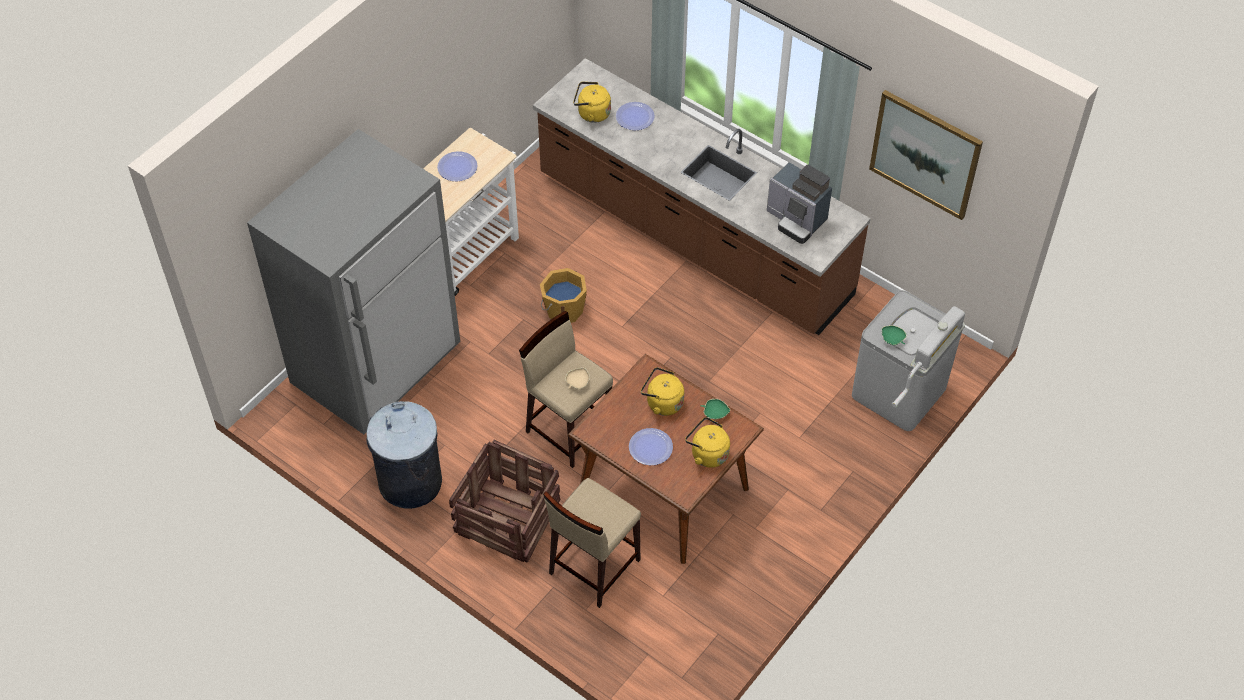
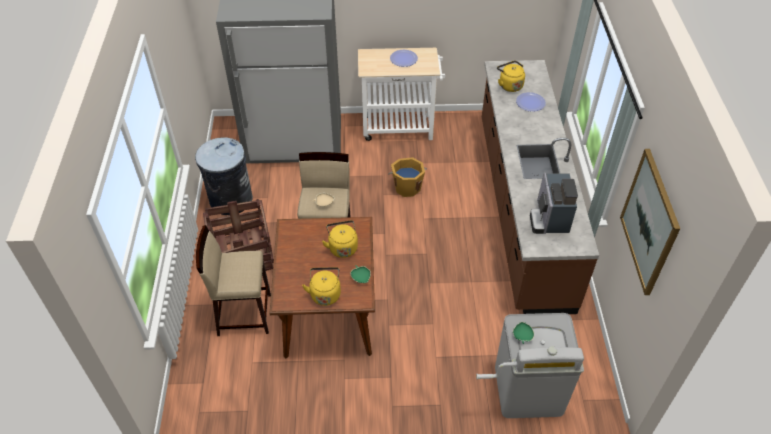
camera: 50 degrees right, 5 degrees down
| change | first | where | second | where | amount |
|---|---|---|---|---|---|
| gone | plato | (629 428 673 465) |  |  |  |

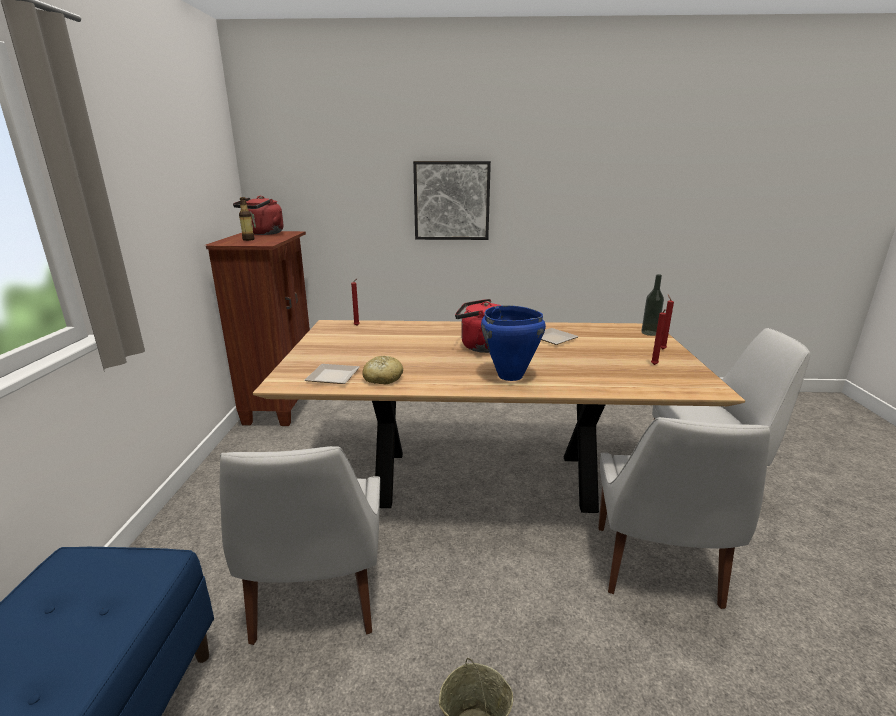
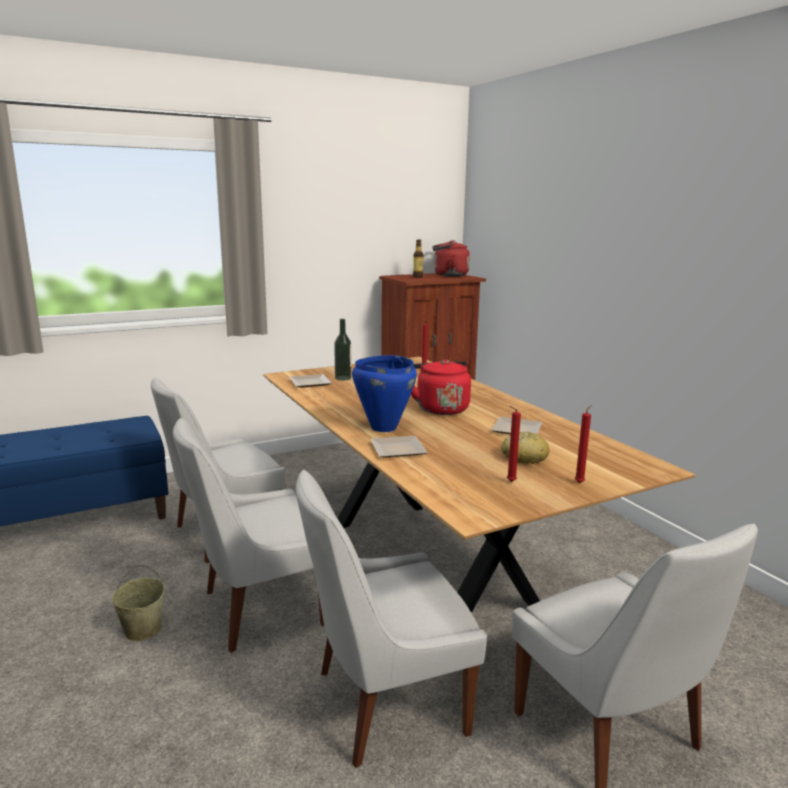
camera: 60 degrees right, 5 degrees down
| change | first | where | second | where | amount |
|---|---|---|---|---|---|
| gone | cuadro | (413 161 491 240) |  |  |  |
| shifted | botella | (641 274 664 336) |  | (334 319 351 381) |  |
| shifted | pan | (362 356 403 384) |  | (501 432 549 464) |  |
| new |  |  | silla [blanco] | (173 418 324 653) |  |
| new |  |  | plato | (371 436 428 457) |  |

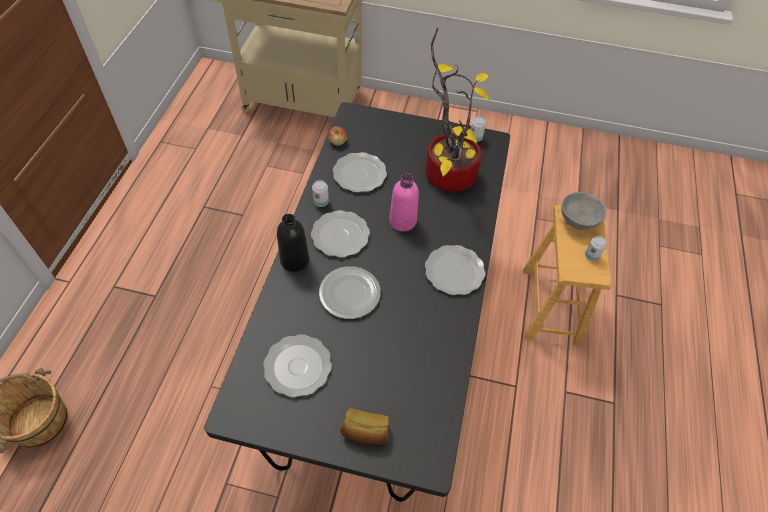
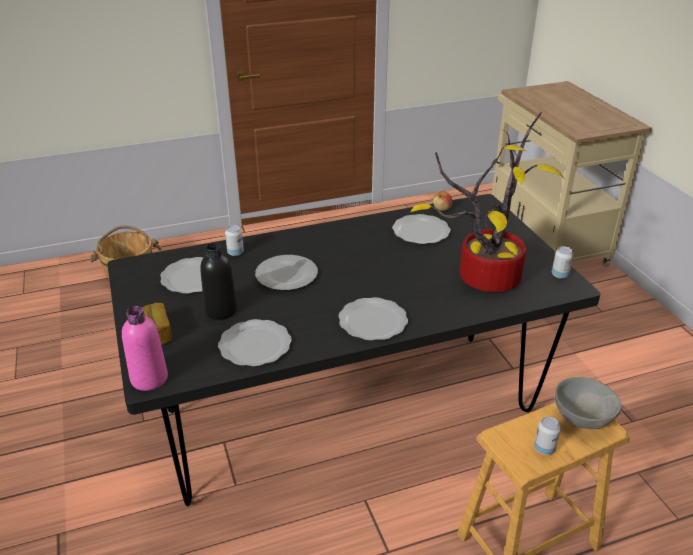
camera: 60 degrees right, 20 degrees down
| change | first | where | second | where | amount |
|---|---|---|---|---|---|
| shifted | botella [rosa] | (389 173 419 231) |  | (122 306 168 391) |  |
| shifted | lata | (312 180 329 207) |  | (225 225 244 256) |  |
| shifted | plato | (311 210 370 257) |  | (218 319 292 367) |  |
| shifted | botella [negro] | (277 214 309 272) |  | (200 243 237 320) |  |

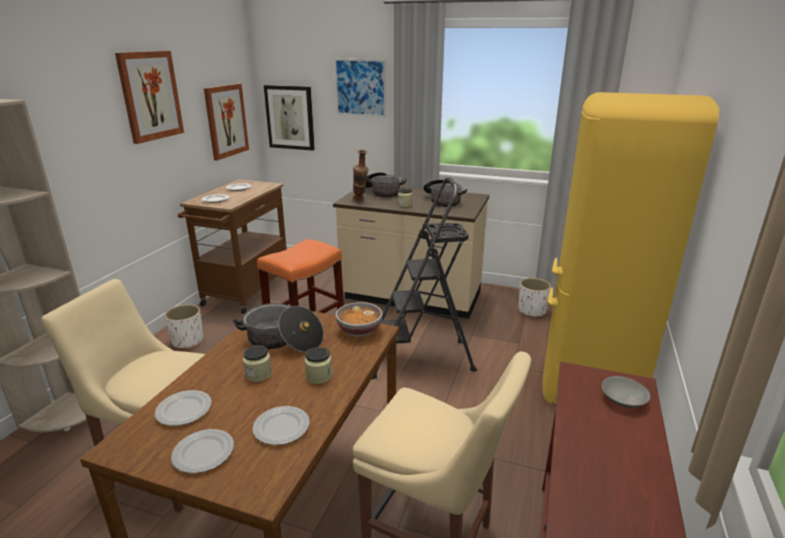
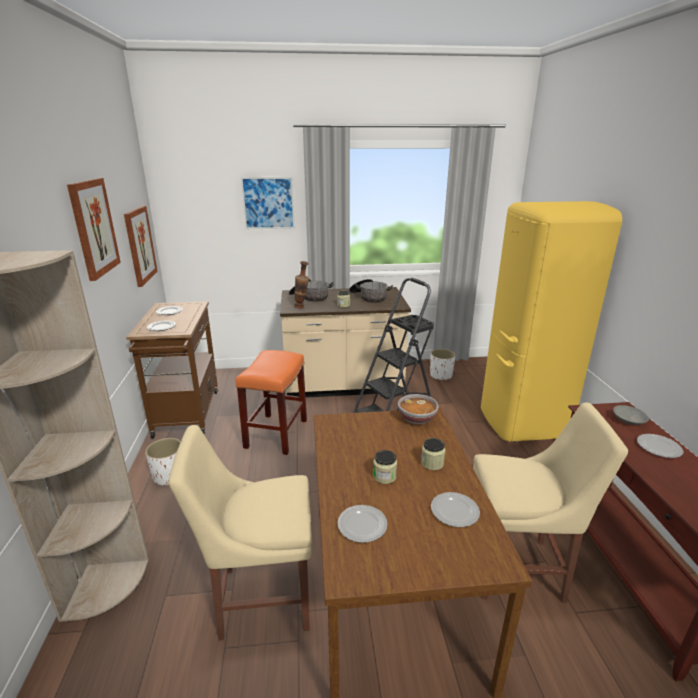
camera: 25 degrees left, 0 degrees up
| change | first | where | second | where | amount |
|---|---|---|---|---|---|
| gone | cuadro | (264 85 315 150) |  |  |  |
| gone | olla | (233 303 324 352) |  |  |  |
| shifted | plato | (171 429 234 473) |  | (637 434 684 458) |  |

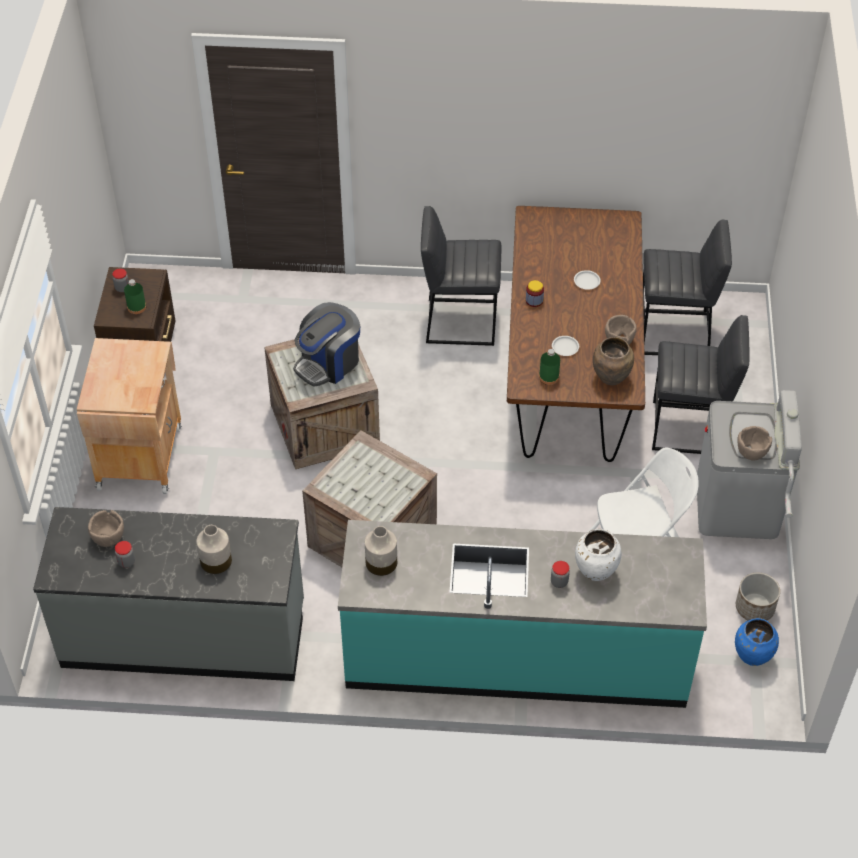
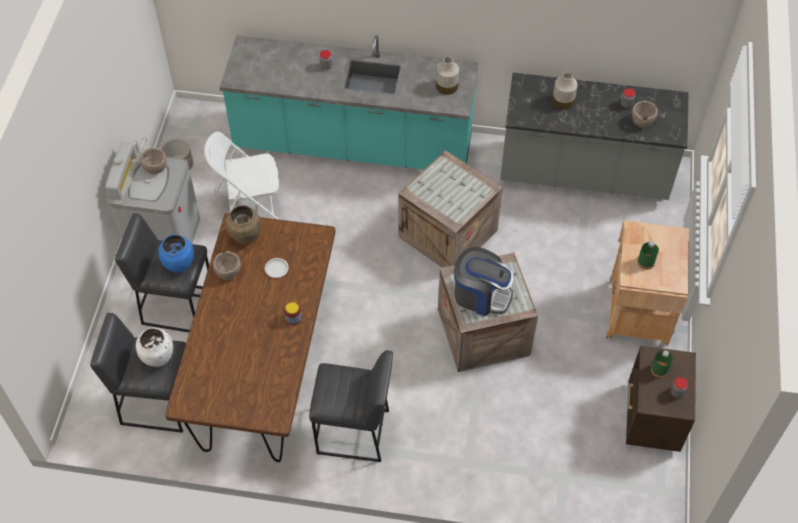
camera: 175 degrees left, 5 degrees up
| change | first | where | second | where | amount |
|---|---|---|---|---|---|
| gone | plato [blanco] | (574 270 601 290) |  |  |  |
| rotated | cafetera | (293 302 360 387) |  | (454 247 514 316) | 60 degrees clockwise |
| shifted | botella [verde] | (539 349 560 385) |  | (637 241 659 270) |  |
| shifted | florero [blanco] | (575 529 621 581) |  | (136 328 173 367) |  |
| shifted | florero [azul] | (735 618 779 666) |  | (158 234 194 273) |  |

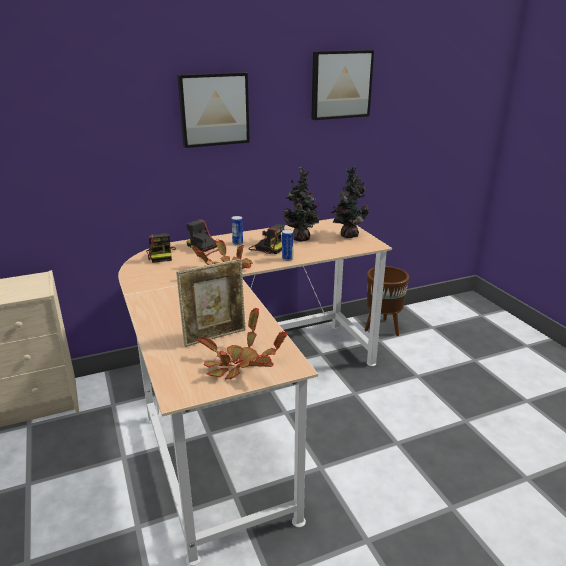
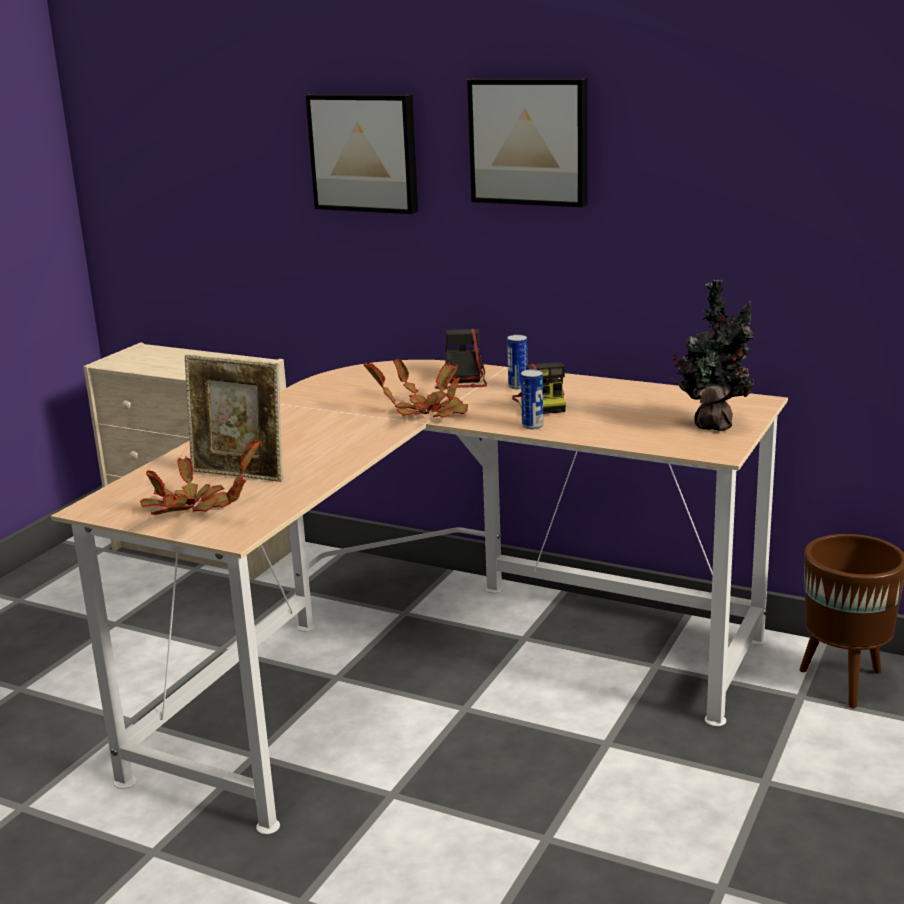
camera: 50 degrees right, 5 degrees down
| change | first | where | second | where | amount |
|---|---|---|---|---|---|
| shifted | cuadro | (311 50 374 120) |  | (306 94 418 214) |  |
| gone | planta en maceta | (283 167 322 242) |  |  |  |
| gone | cámara | (146 233 176 263) |  |  |  |

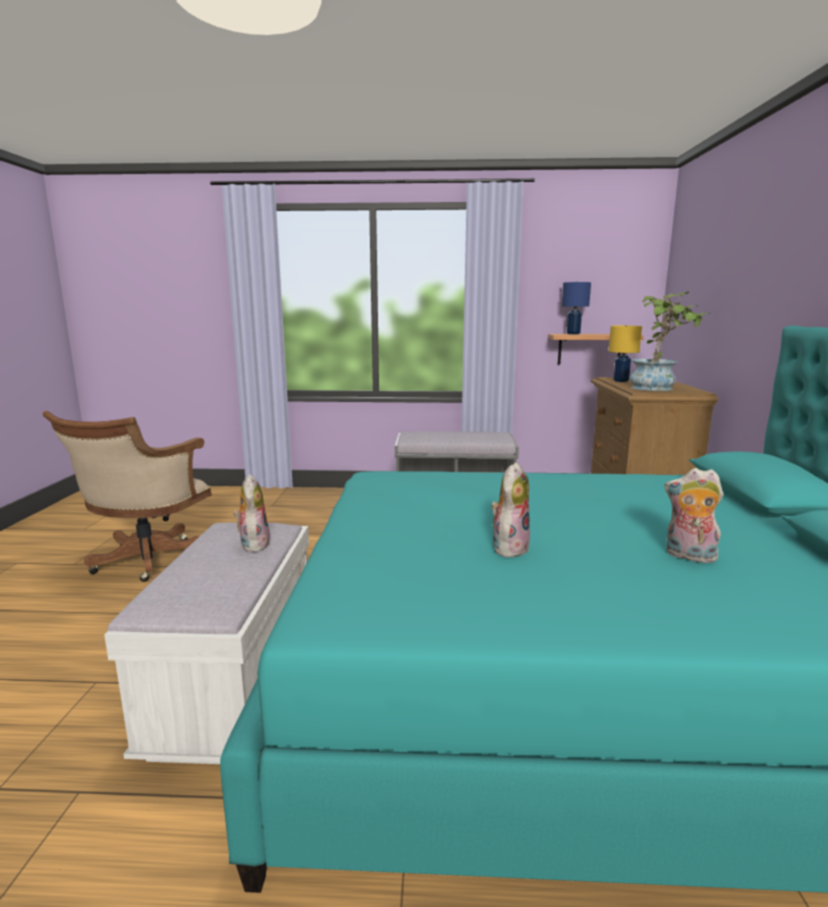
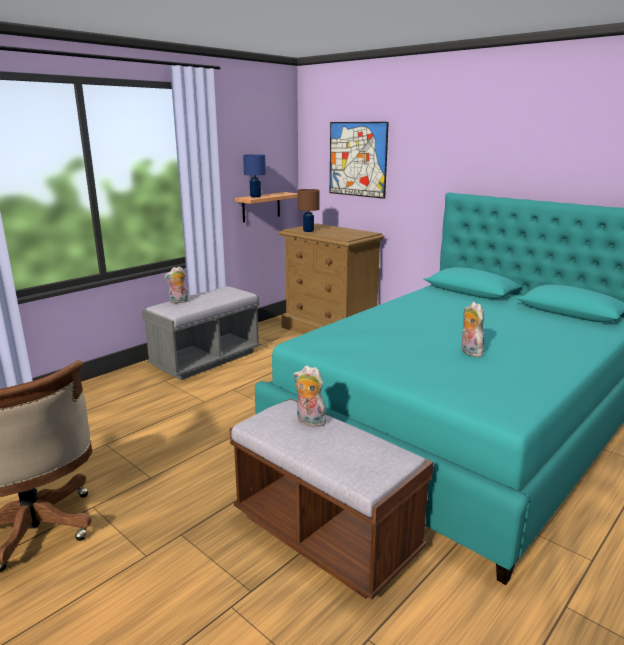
camera: 50 degrees left, 5 degrees up
| change | first | where | second | where | amount |
|---|---|---|---|---|---|
| gone | planta en maceta | (630 292 711 391) |  |  |  |
| repainted | lámpara de mesa [amarillo] | (608 325 642 382) | lámpara de mesa [marrón] | (298 189 320 232) |  |
| shifted | peluche | (664 468 724 563) |  | (164 266 189 304) |  |
| repainted | banco [blanco] | (104 523 309 764) | banco [marrón] | (230 398 433 599) |  |
| new |  |  | cuadro | (330 122 389 199) |  |

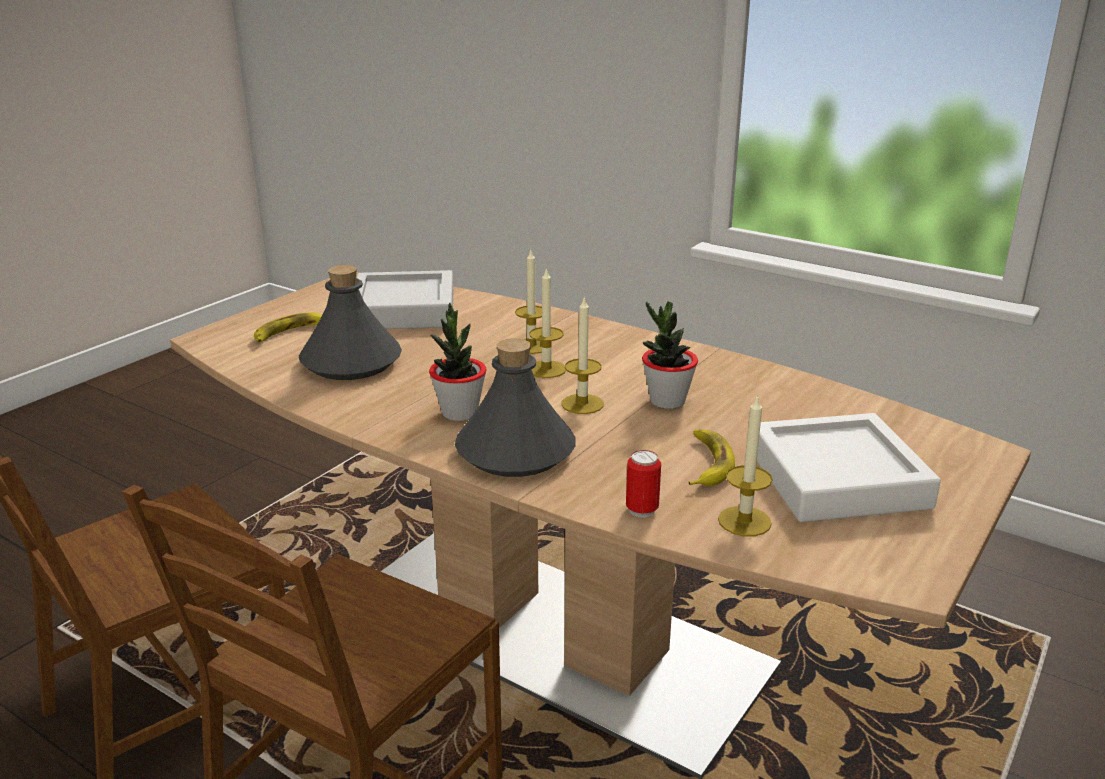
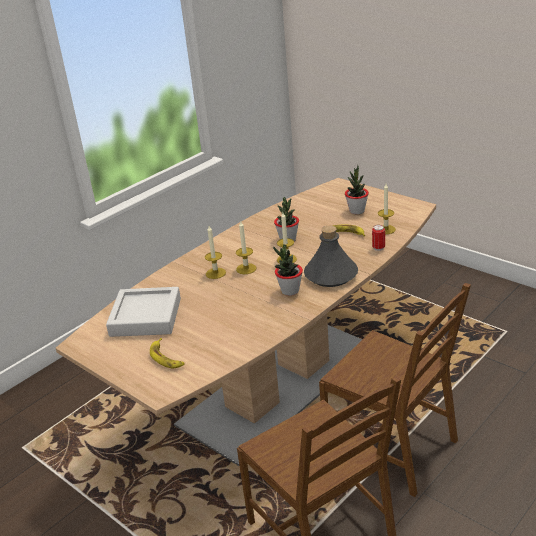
camera: 80 degrees left, 5 degrees up
| change | first | where | second | where | amount |
|---|---|---|---|---|---|
| gone | botella [gris] | (299 265 402 380) |  |  |  |
| swapped | bandeja [blanco] | (757 413 941 522) | planta en maceta | (345 165 369 214) |  |

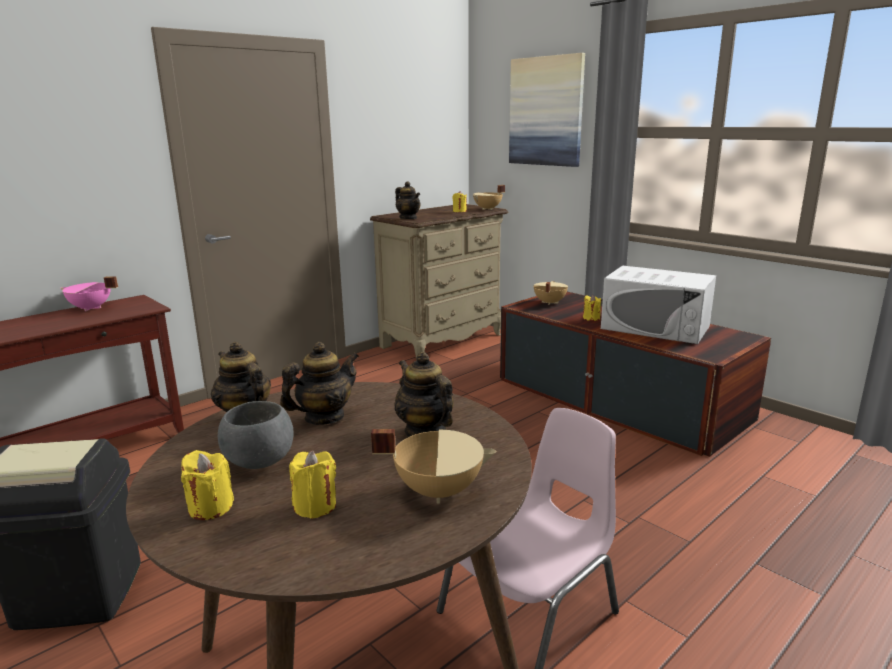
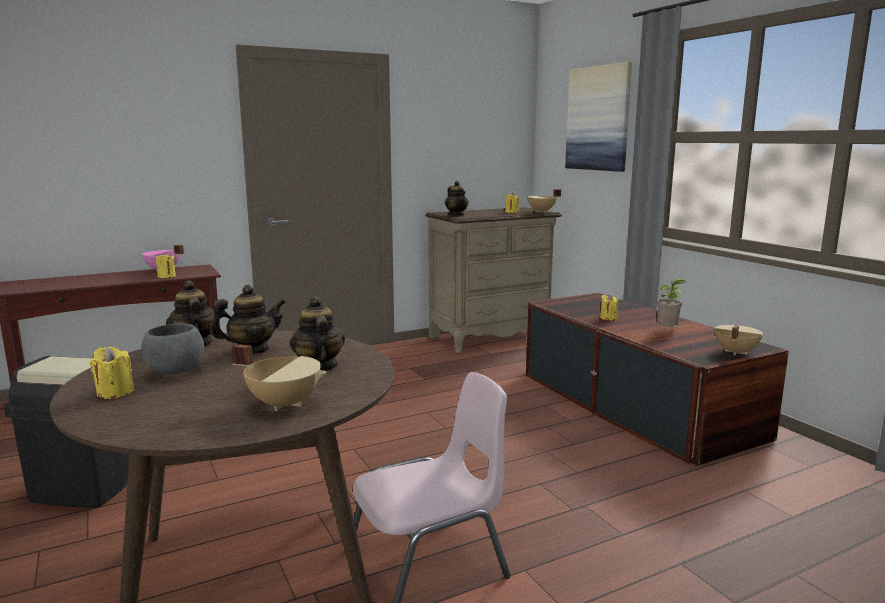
camera: 15 degrees right, 5 degrees down
| change | first | where | second | where | amount |
|---|---|---|---|---|---|
| swapped | microondas [blanco] | (601 266 716 344) | planta en maceta | (657 278 686 329) |  |
| shifted | olla [beis] | (533 281 568 305) |  | (715 324 763 355) |  |
| shifted | vela [amarillo] | (289 451 336 519) |  | (156 252 176 278) |  |

